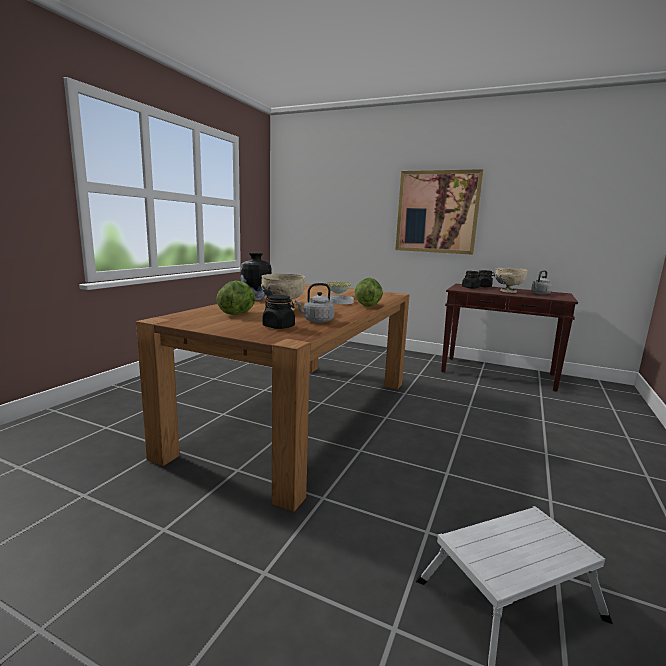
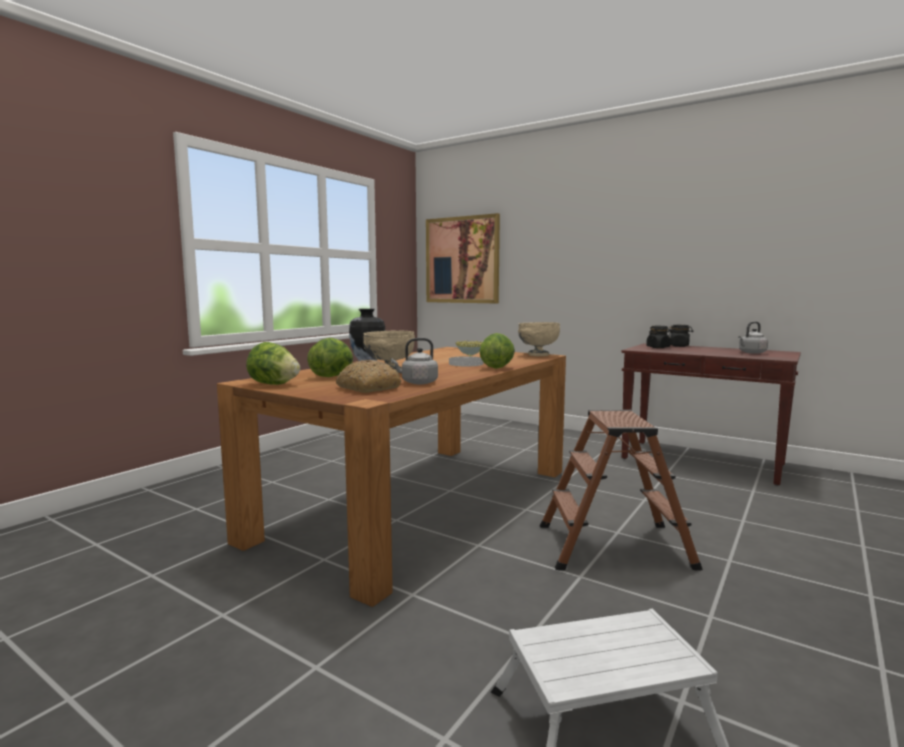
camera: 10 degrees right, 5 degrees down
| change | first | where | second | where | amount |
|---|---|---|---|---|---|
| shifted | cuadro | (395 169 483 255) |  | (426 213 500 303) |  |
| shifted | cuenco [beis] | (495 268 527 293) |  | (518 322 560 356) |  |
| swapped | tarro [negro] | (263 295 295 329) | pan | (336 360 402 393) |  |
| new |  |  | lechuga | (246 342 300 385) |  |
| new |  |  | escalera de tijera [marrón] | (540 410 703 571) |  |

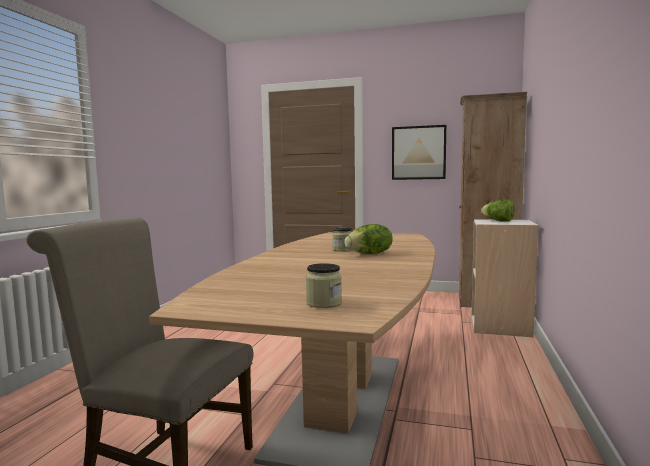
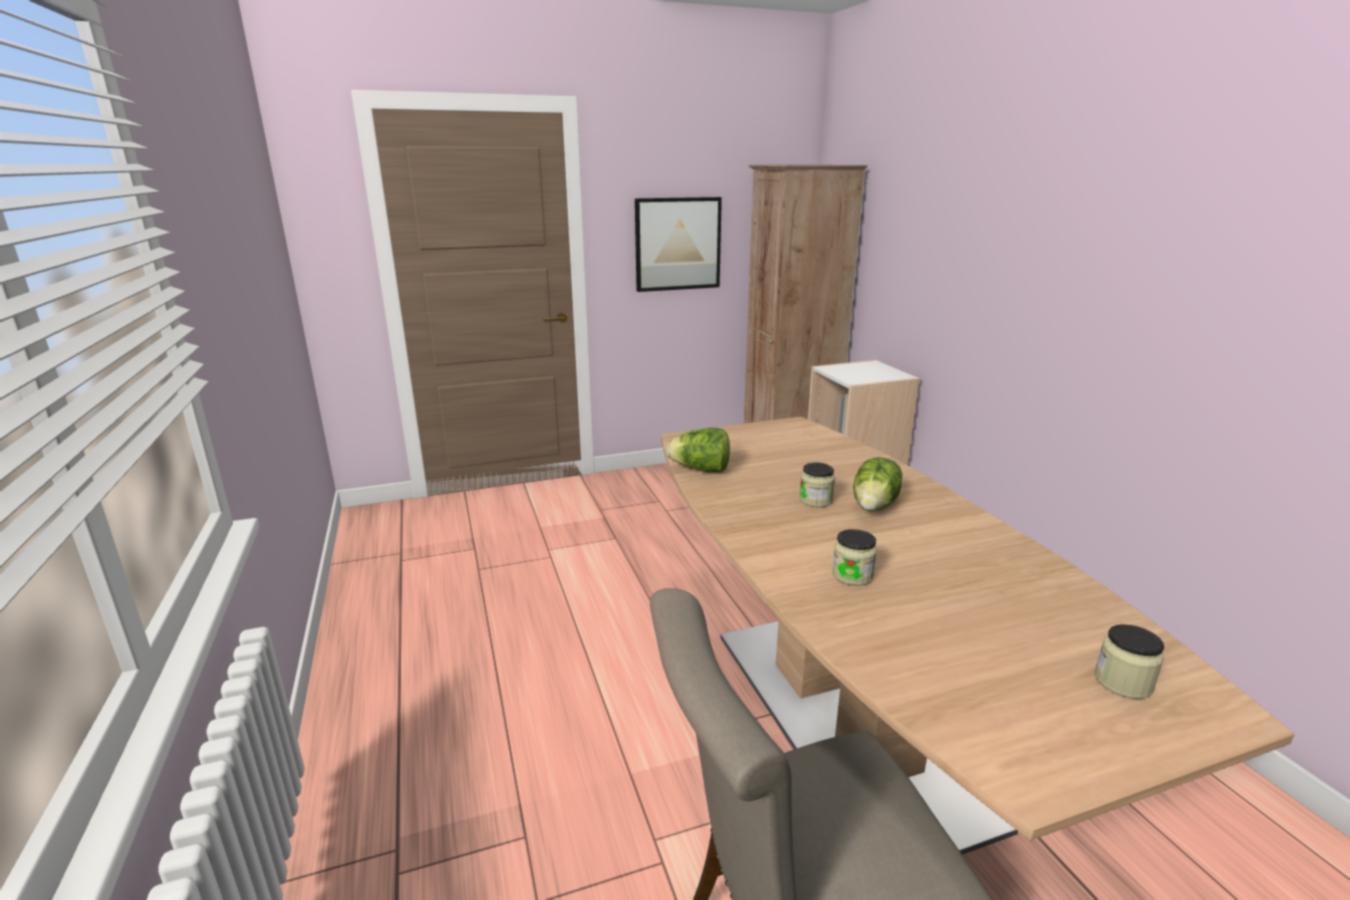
camera: 35 degrees left, 15 degrees up
| change | first | where | second | where | amount |
|---|---|---|---|---|---|
| shifted | lechuga | (481 200 514 222) |  | (667 428 730 473) |  |
| new |  |  | tarro | (832 529 877 586) |  |

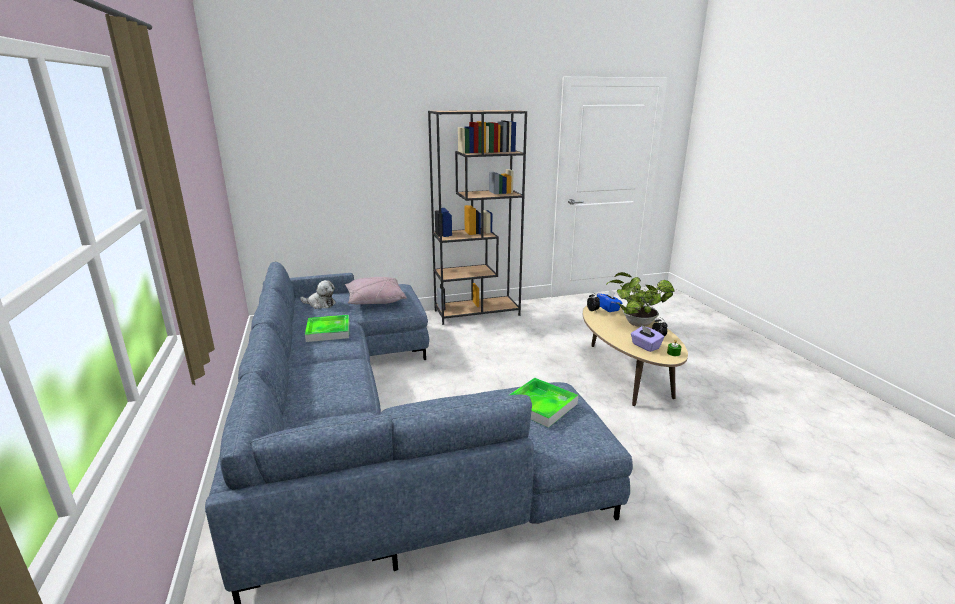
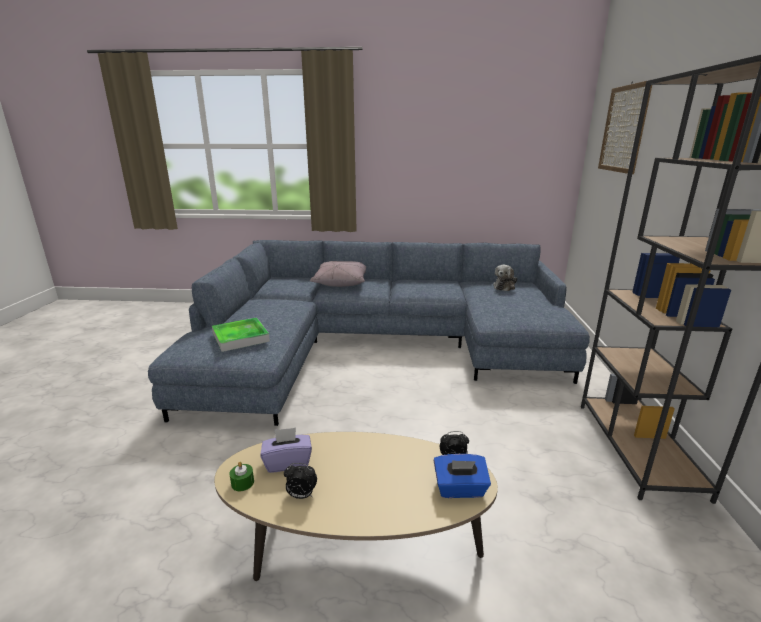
camera: 110 degrees right, 0 degrees up
| change | first | where | second | where | amount |
|---|---|---|---|---|---|
| gone | planta en maceta | (606 272 674 327) |  |  |  |
| shifted | cojín [morado] | (345 277 407 304) |  | (310 261 366 287) |  |
| gone | bandeja | (305 315 349 342) |  |  |  |
| new |  |  | cuadro | (598 81 652 174) |  |

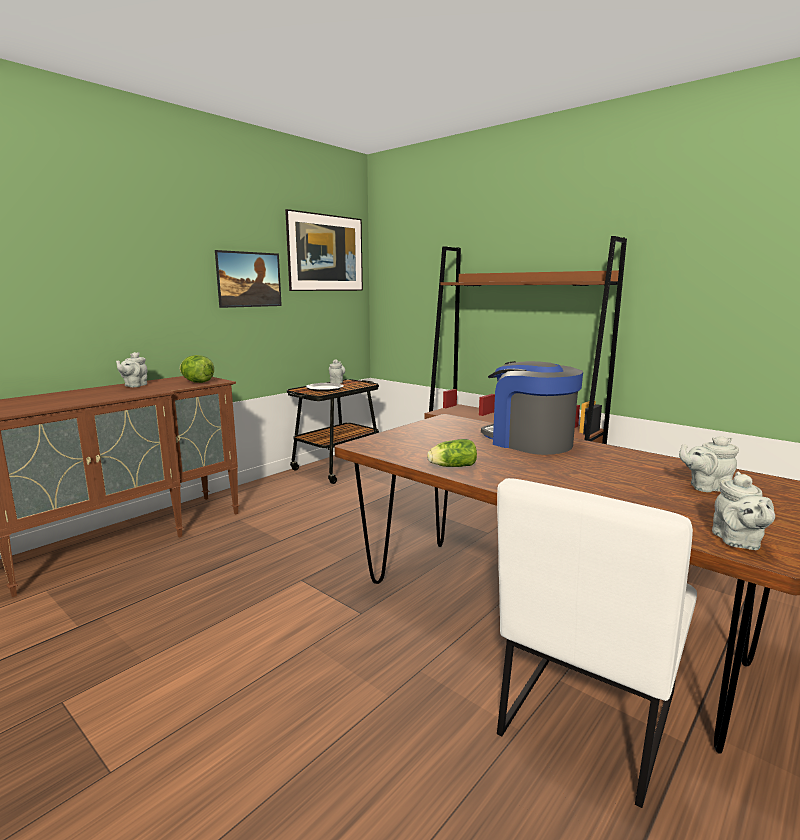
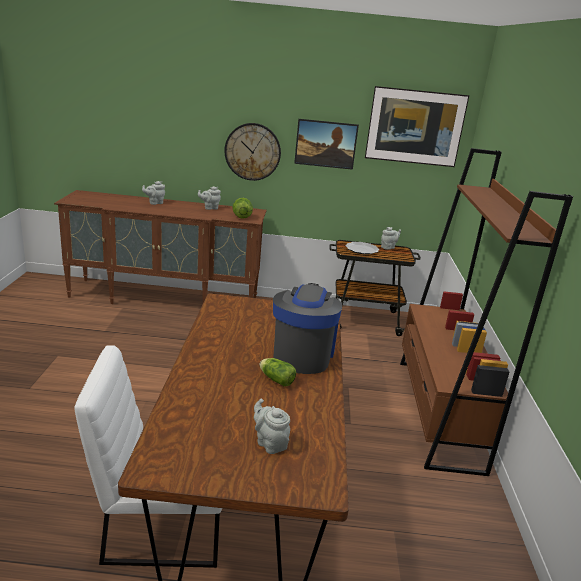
camera: 50 degrees right, 10 degrees up
| change | first | where | second | where | amount |
|---|---|---|---|---|---|
| shifted | lechuga | (427 439 477 467) |  | (259 358 296 386) |  |
| shifted | tetera [gris] | (712 472 775 550) |  | (142 181 165 205) |  |
| new |  |  | reloj de pared | (224 123 281 181) |  |

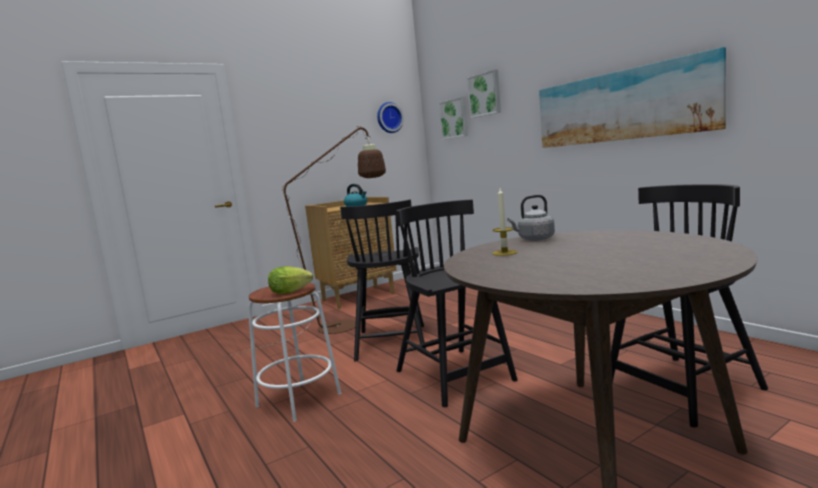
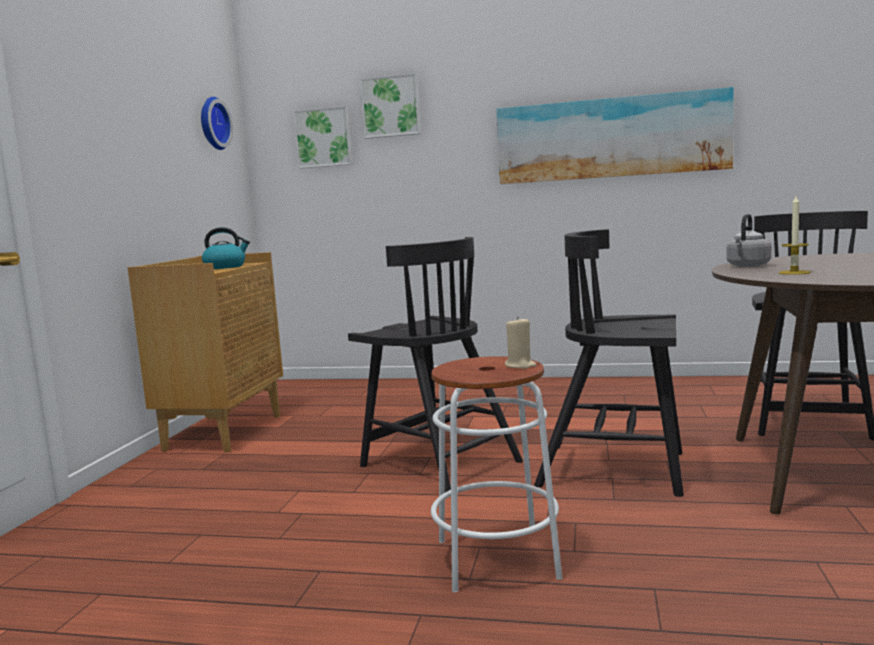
camera: 45 degrees left, 0 degrees up
| change | first | where | second | where | amount |
|---|---|---|---|---|---|
| gone | lámpara de pie [marrón] | (223 126 386 358) |  |  |  |
| swapped | lechuga | (268 266 313 294) | vela [beis] | (505 316 536 369) |  |

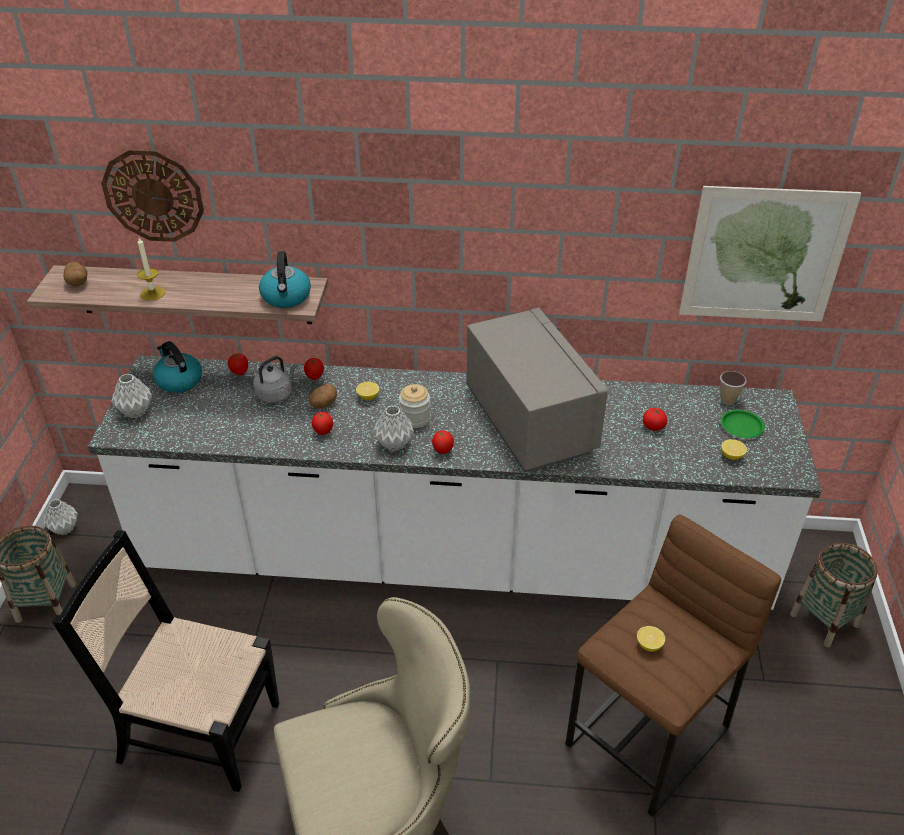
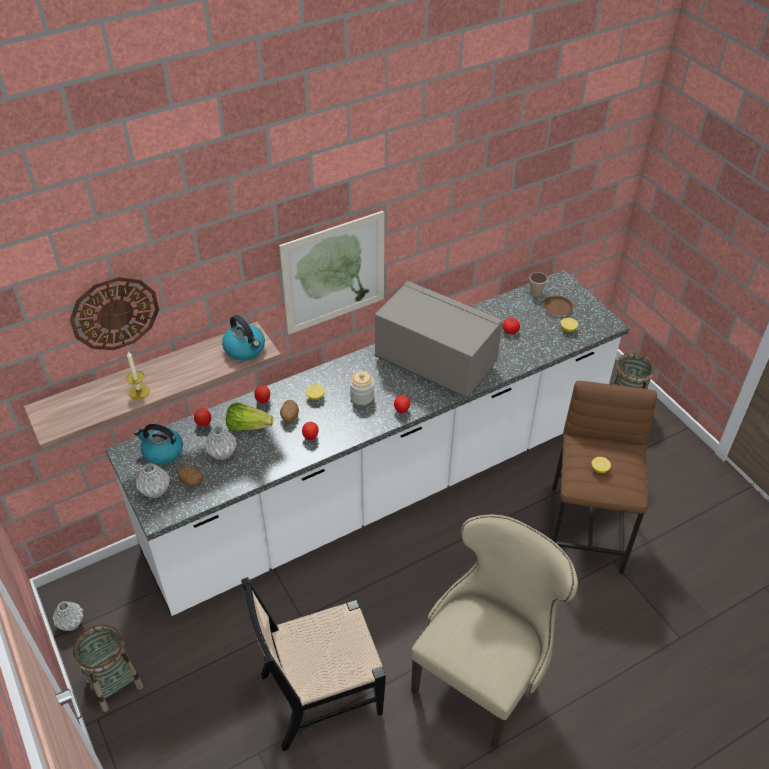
camera: 35 degrees left, 5 degrees up
| change | first | where | second | where | amount |
|---|---|---|---|---|---|
| shifted | cuadro | (679 186 861 321) |  | (279 211 384 335) |  |
| shifted | patata | (63 262 87 286) |  | (177 466 203 486) |  |
| swapped | hervidor [gris] | (253 356 297 403) | lechuga | (226 402 273 431) |  |
| shifted | florero [gris] | (373 405 414 451) |  | (204 426 237 461) |  |
| repainted | plato [verde] | (720 410 765 438) | plato [marrón] | (543 295 574 315) |  |

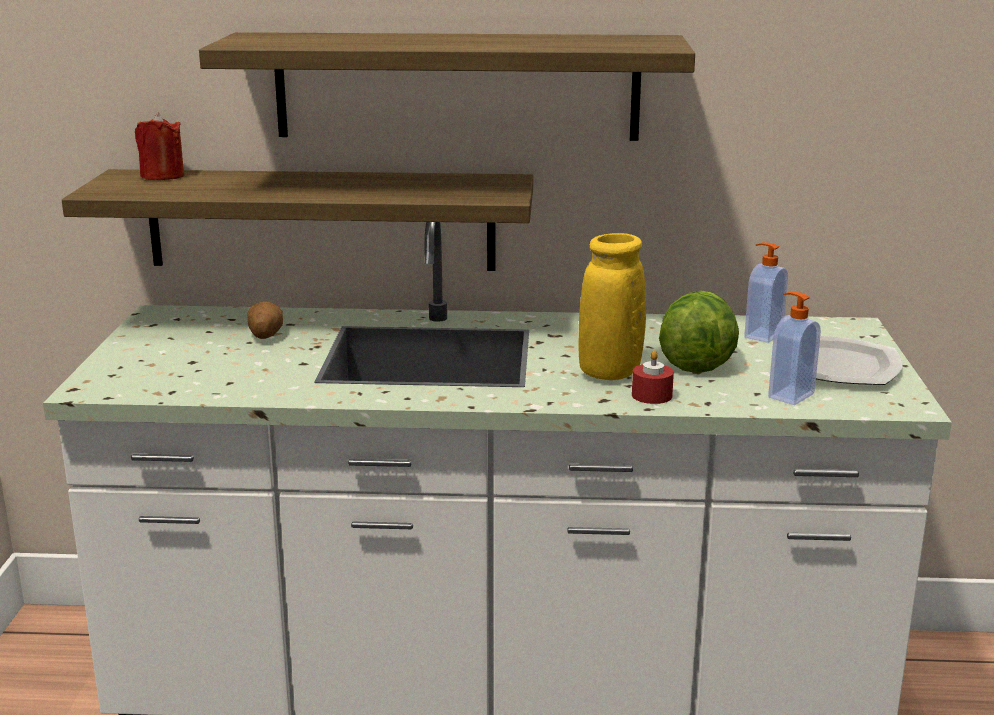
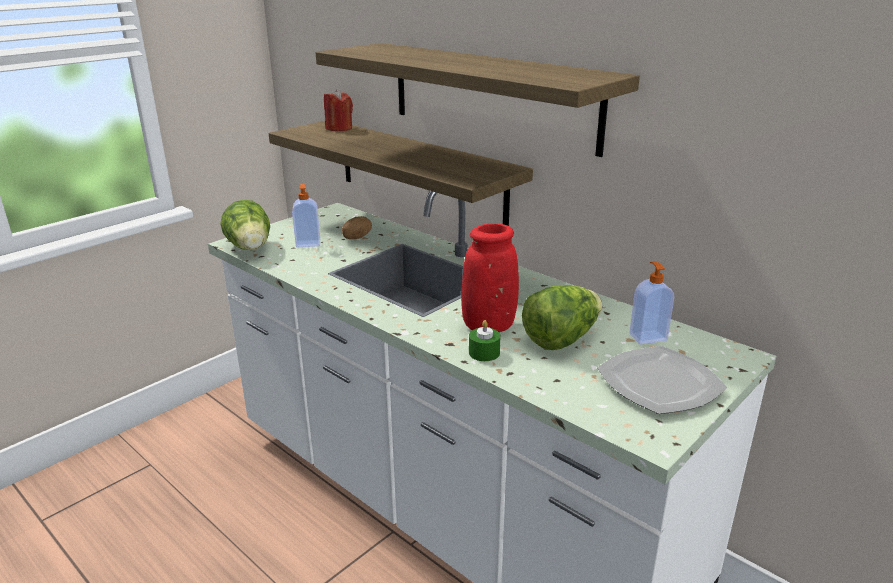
camera: 40 degrees right, 5 degrees up
| change | first | where | second | where | amount |
|---|---|---|---|---|---|
| repainted | florero [amarillo] | (578 233 646 380) | florero [rojo] | (461 223 519 332) |  |
| shifted | dispensador de jabón | (768 292 821 405) |  | (292 184 320 248) |  |
| repainted | vela [rojo] | (632 350 674 404) | vela [verde] | (469 320 501 361) |  |
| new |  |  | lechuga | (220 199 270 250) |  |

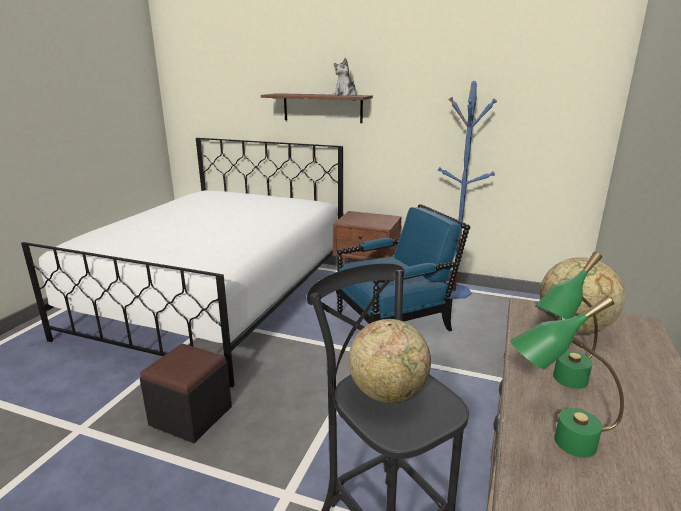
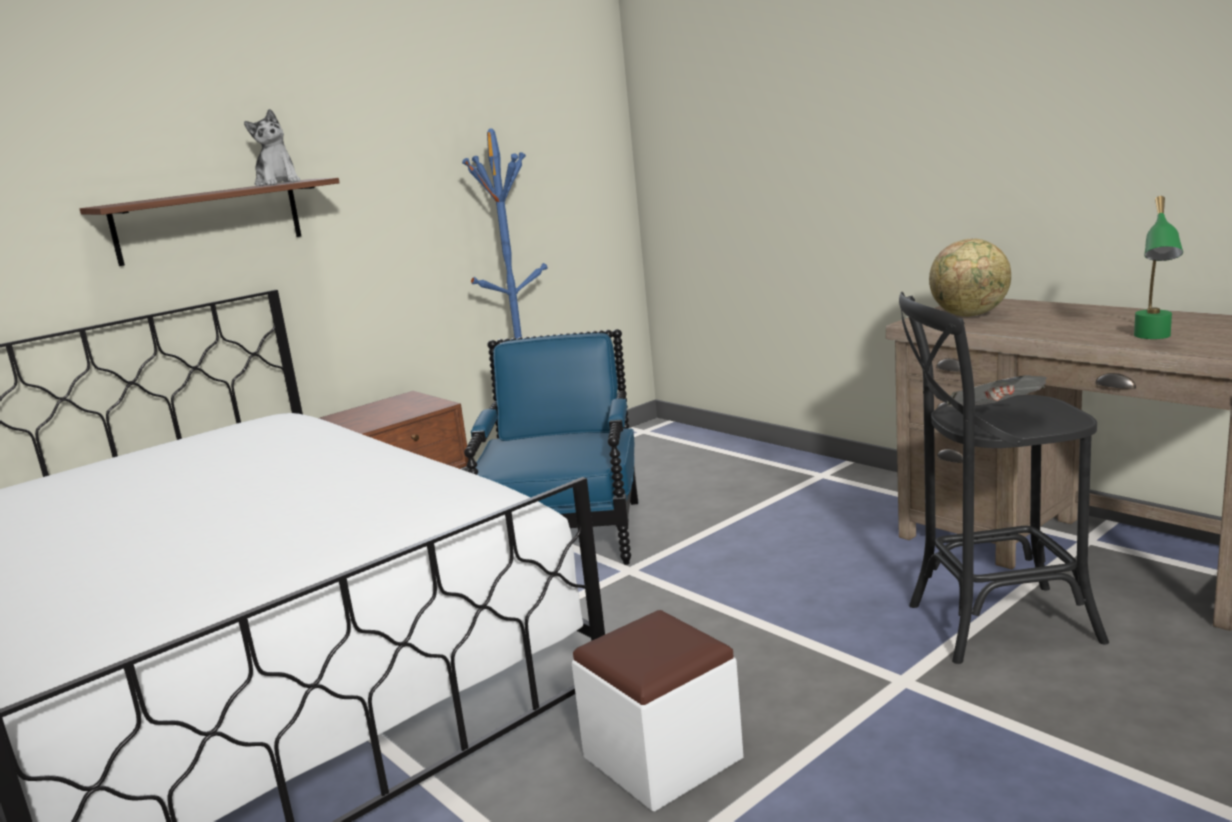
camera: 60 degrees left, 5 degrees down
| change | first | where | second | where | amount |
|---|---|---|---|---|---|
| gone | lámpara de mesa [verde] | (535 252 602 389) |  |  |  |
| swapped | globo terráqueo | (349 319 431 403) | periódico | (947 375 1047 407) |  |
| repainted | puf [negro] | (140 344 232 443) | puf [blanco] | (572 610 744 812) |  |

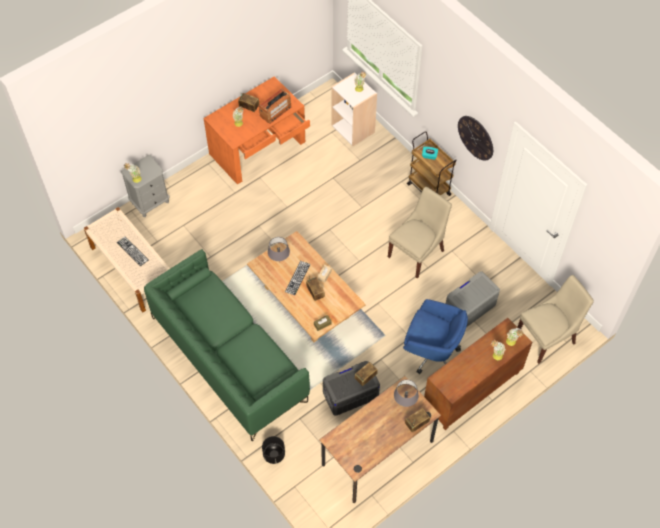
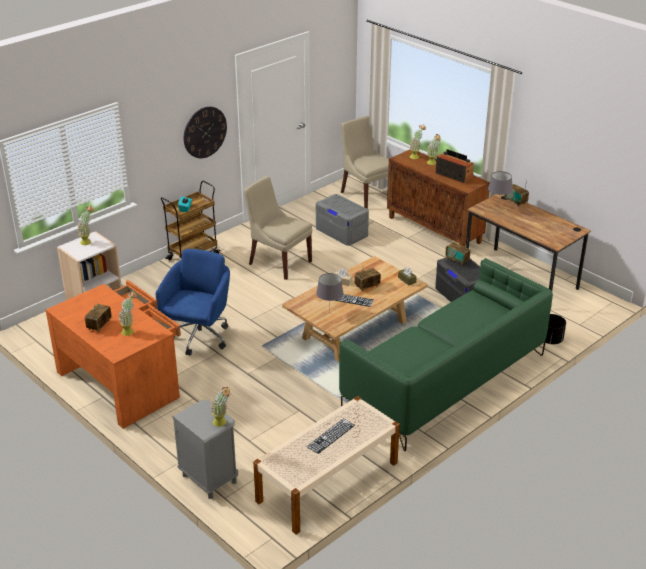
camera: 95 degrees left, 25 degrees down
| change | first | where | second | where | amount |
|---|---|---|---|---|---|
| shifted | radio | (259 88 291 124) |  | (436 149 474 183) |  |
| shifted | silla de oficina [azul] | (403 299 468 374) |  | (156 249 230 356) |  |

